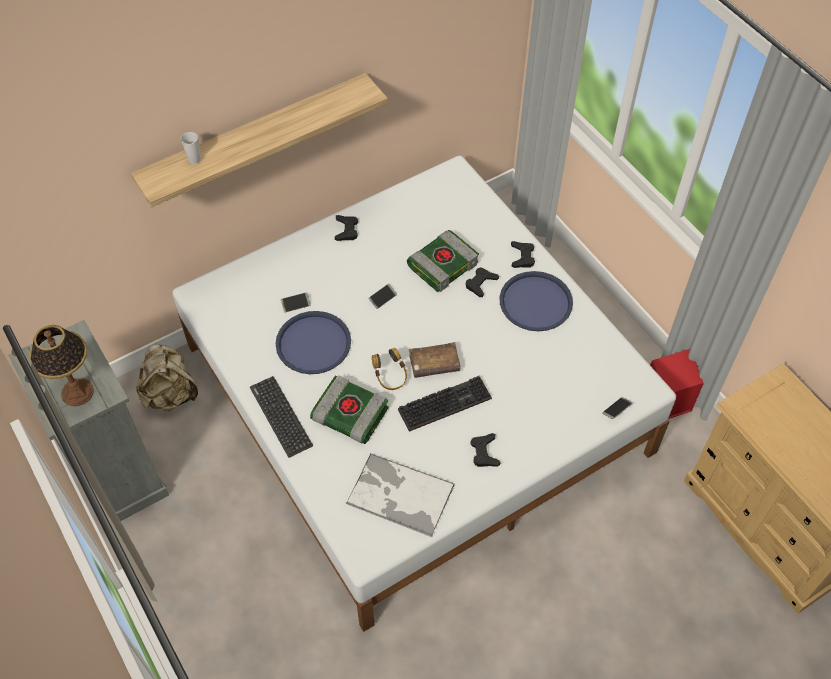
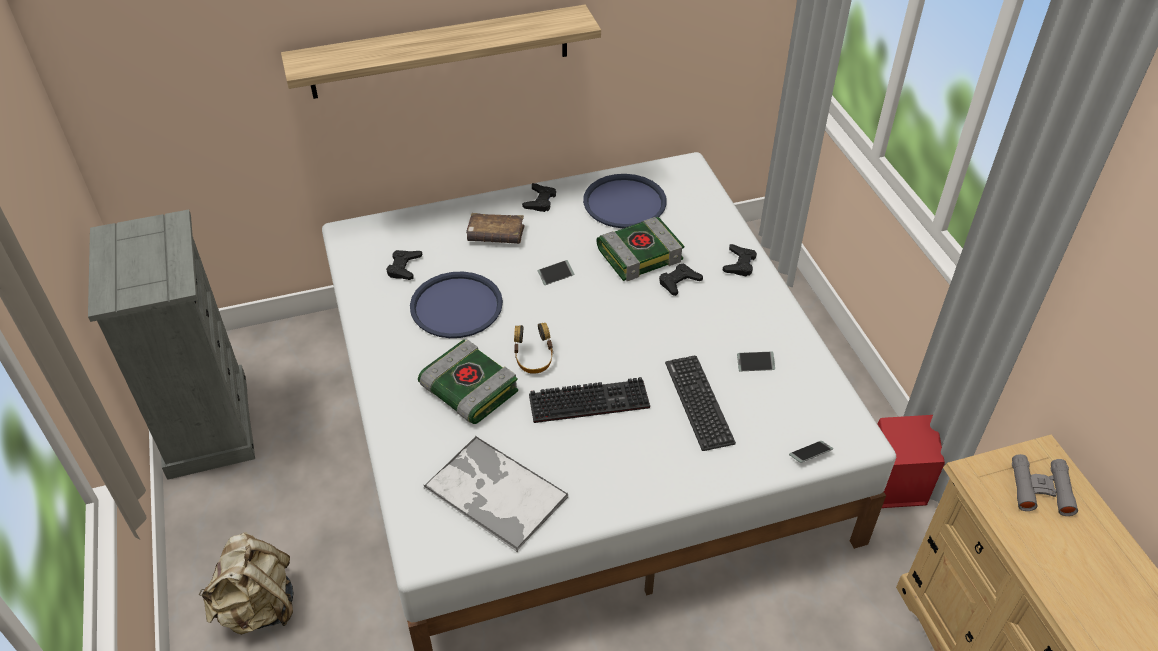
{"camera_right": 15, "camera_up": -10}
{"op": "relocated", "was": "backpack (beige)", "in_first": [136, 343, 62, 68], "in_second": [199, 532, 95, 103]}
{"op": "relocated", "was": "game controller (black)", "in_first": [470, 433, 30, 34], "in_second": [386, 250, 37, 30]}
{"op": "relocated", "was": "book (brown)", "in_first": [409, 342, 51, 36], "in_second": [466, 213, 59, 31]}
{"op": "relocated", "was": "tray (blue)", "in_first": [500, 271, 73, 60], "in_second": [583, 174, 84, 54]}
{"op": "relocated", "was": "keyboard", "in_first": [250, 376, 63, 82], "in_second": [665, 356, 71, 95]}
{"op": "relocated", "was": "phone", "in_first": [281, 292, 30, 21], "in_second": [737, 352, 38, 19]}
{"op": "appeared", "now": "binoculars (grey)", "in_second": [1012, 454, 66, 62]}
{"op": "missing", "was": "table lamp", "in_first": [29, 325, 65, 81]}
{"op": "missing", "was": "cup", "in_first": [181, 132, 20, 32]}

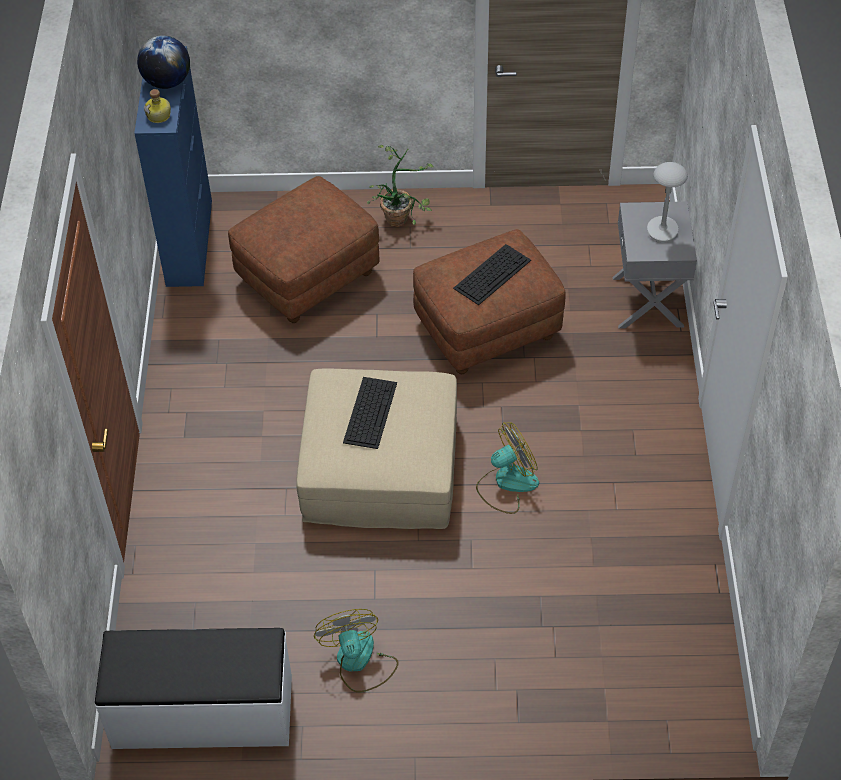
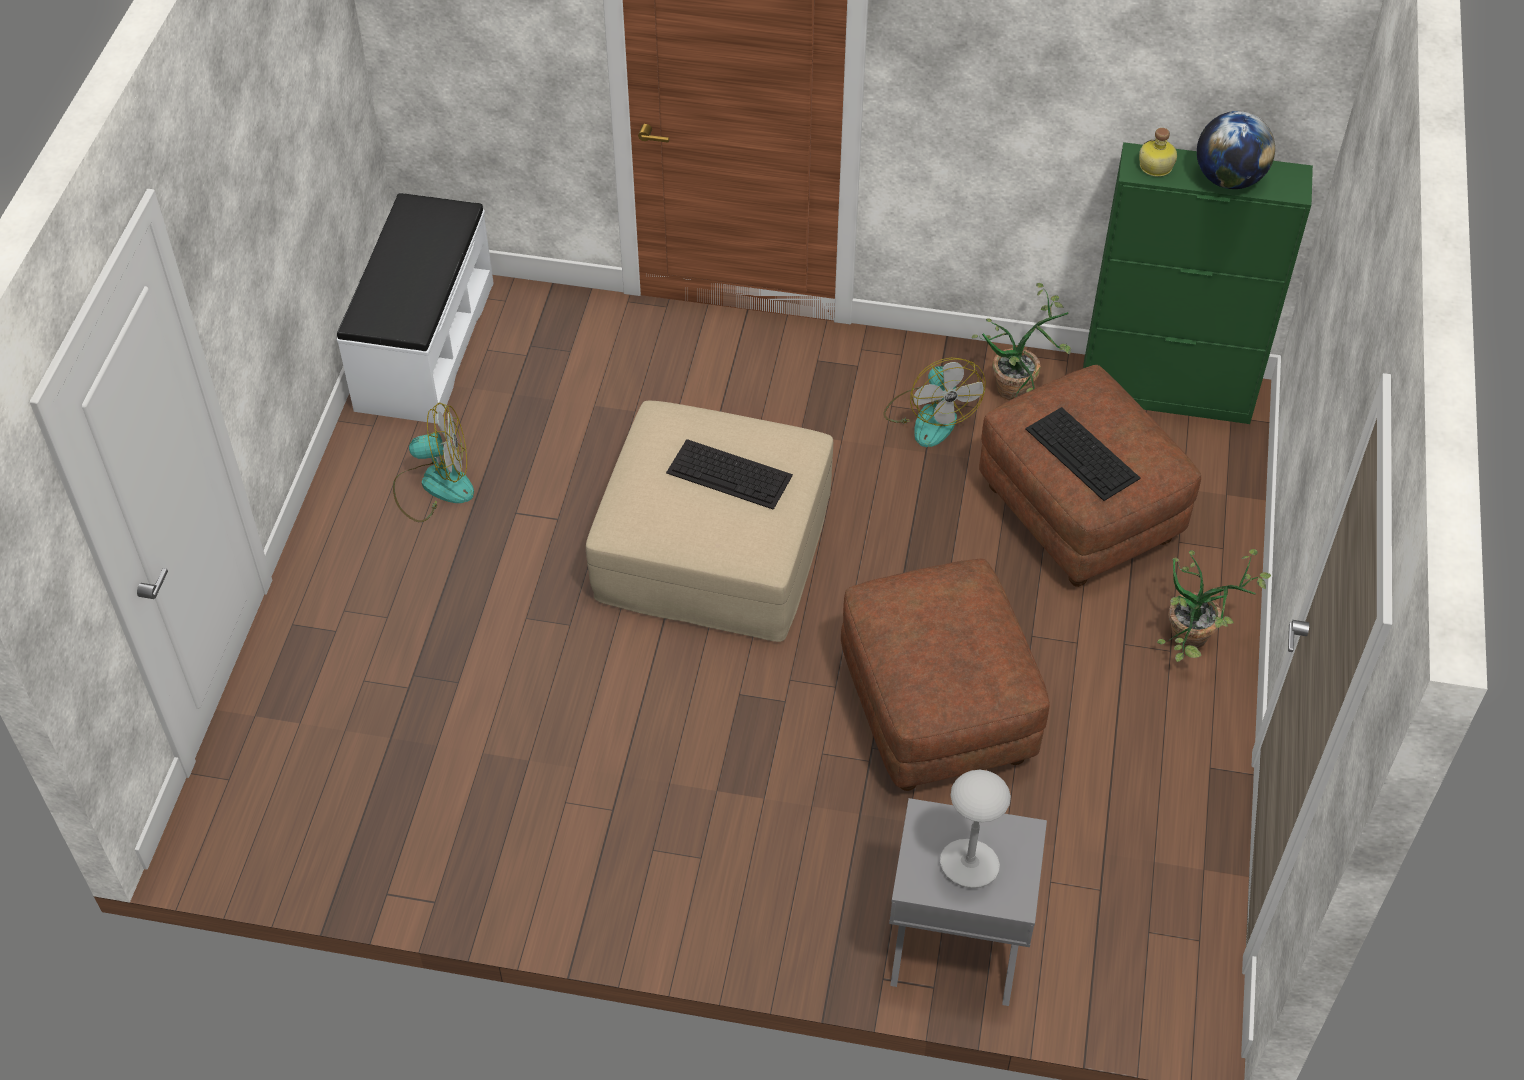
{"camera_right": 100, "camera_up": 0}
{"op": "relocated", "was": "fan", "in_first": [476, 422, 63, 92], "in_second": [883, 358, 103, 89]}
{"op": "appeared", "now": "potted plant", "in_second": [972, 283, 99, 118]}
{"op": "relocated", "was": "keyboard", "in_first": [453, 244, 78, 61], "in_second": [1025, 407, 116, 94]}
{"op": "colour", "was": "cabinet (blue)", "now": "cabinet (green)", "in_first": [134, 46, 78, 241], "in_second": [1083, 142, 230, 282]}

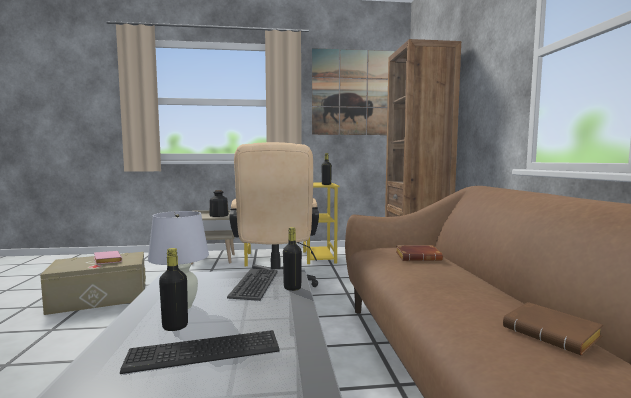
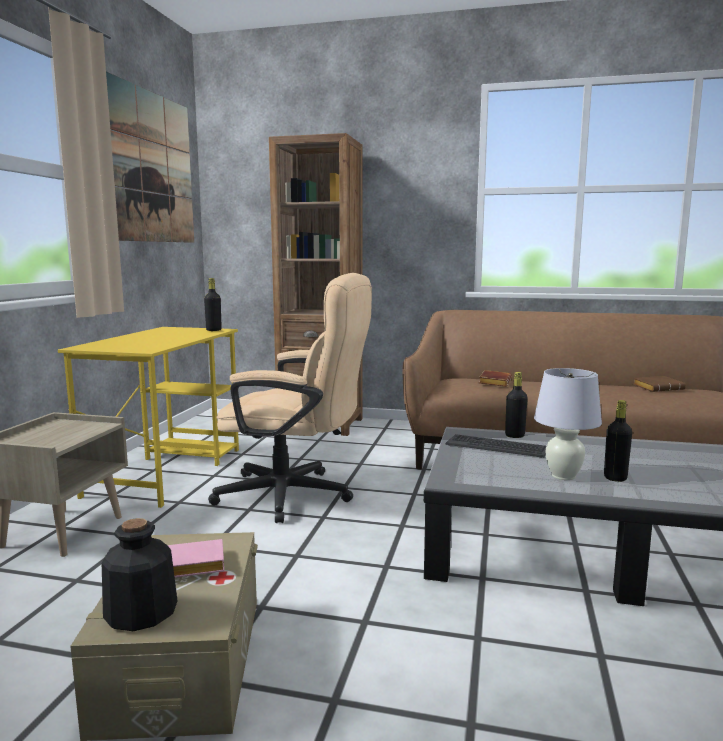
{"camera_right": -70, "camera_up": 5}
{"op": "relocated", "was": "bottle", "in_first": [209, 190, 20, 27], "in_second": [102, 518, 76, 113]}
{"op": "missing", "was": "keyboard", "in_first": [120, 330, 159, 44]}

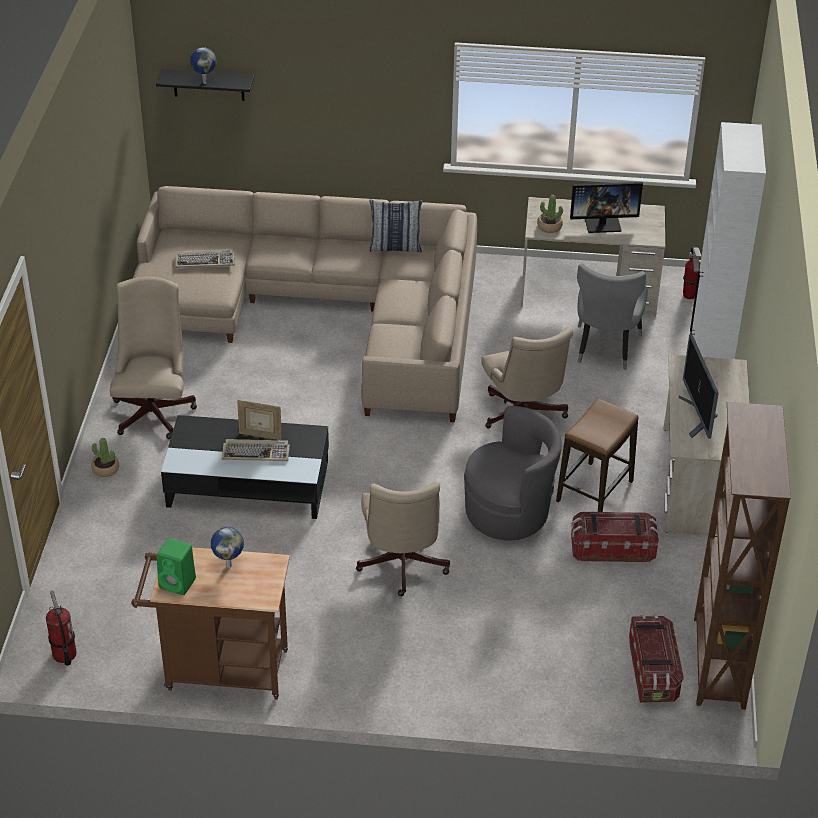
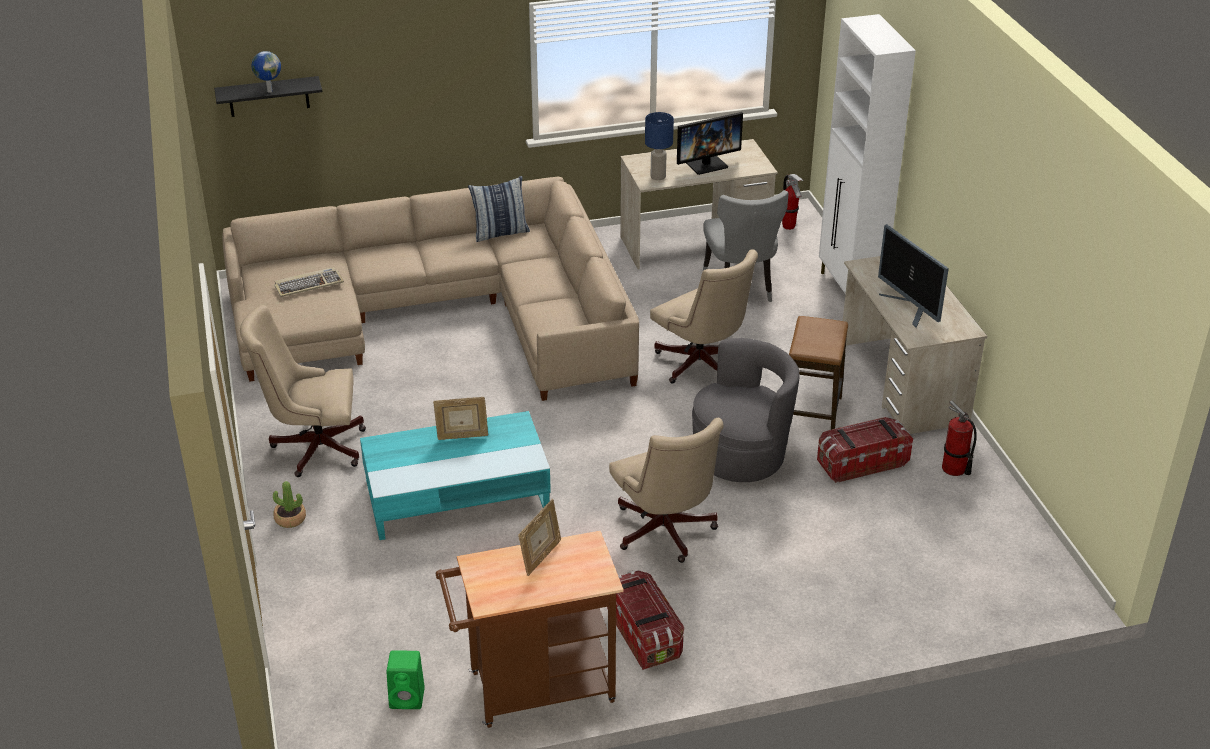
{"camera_right": -20, "camera_up": -5}
{"op": "spun", "was": "office chair (beige)", "in_first": [110, 277, 87, 162], "in_second": [240, 305, 126, 172], "clockwise": -75}
{"op": "colour", "was": "coffee table (black)", "now": "coffee table (turquoise)", "in_first": [161, 415, 168, 104], "in_second": [360, 411, 191, 129]}
{"op": "relocated", "was": "speaker (green)", "in_first": [157, 538, 39, 57], "in_second": [387, 650, 38, 59]}
{"op": "exchanged", "was": "globe", "now": "picture frame", "in_first": [211, 527, 33, 41], "in_second": [518, 499, 43, 77]}
{"op": "relocated", "was": "storage box", "in_first": [629, 615, 55, 88], "in_second": [607, 570, 77, 100]}
{"op": "exchanged", "was": "potted plant", "now": "table lamp (blue)", "in_first": [537, 195, 26, 38], "in_second": [645, 112, 29, 68]}
{"op": "relocated", "was": "fire extinguisher", "in_first": [46, 591, 31, 75], "in_second": [942, 400, 35, 76]}
{"op": "missing", "was": "keyboard", "in_first": [222, 439, 68, 22]}
{"op": "missing", "was": "bookcase (brown)", "in_first": [694, 402, 97, 308]}

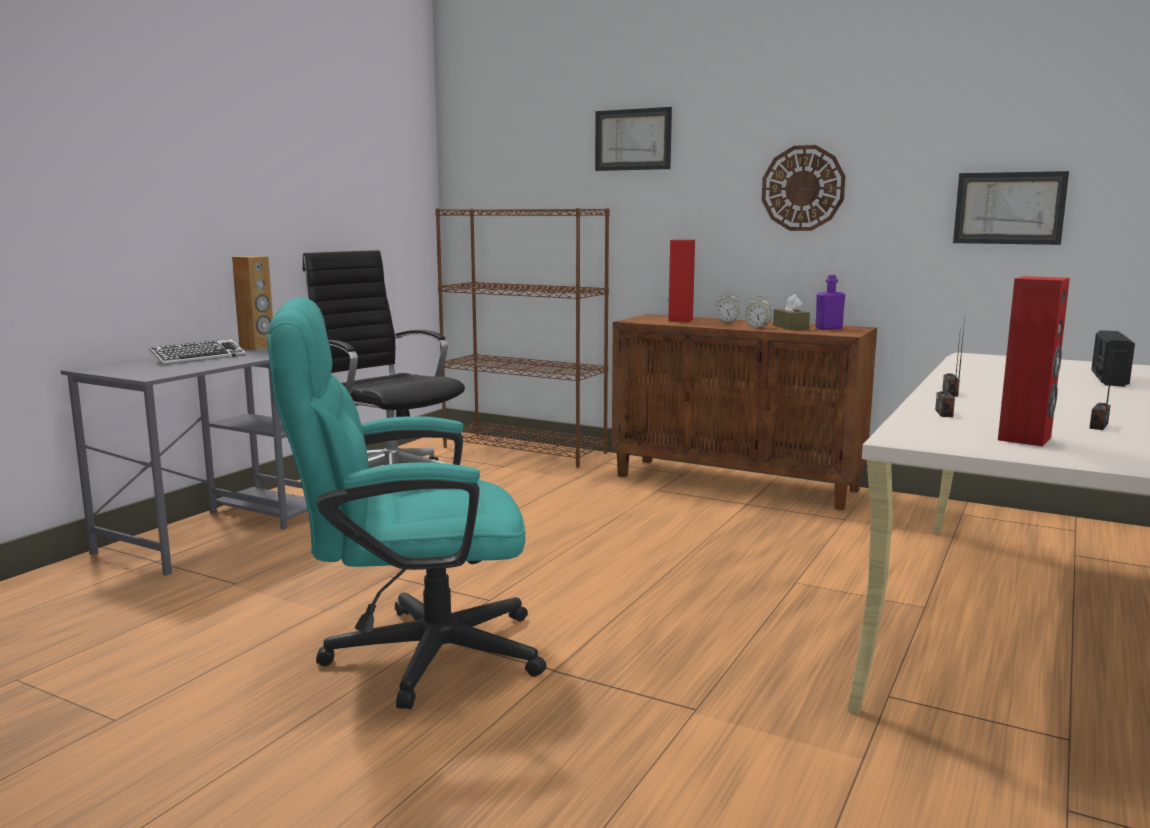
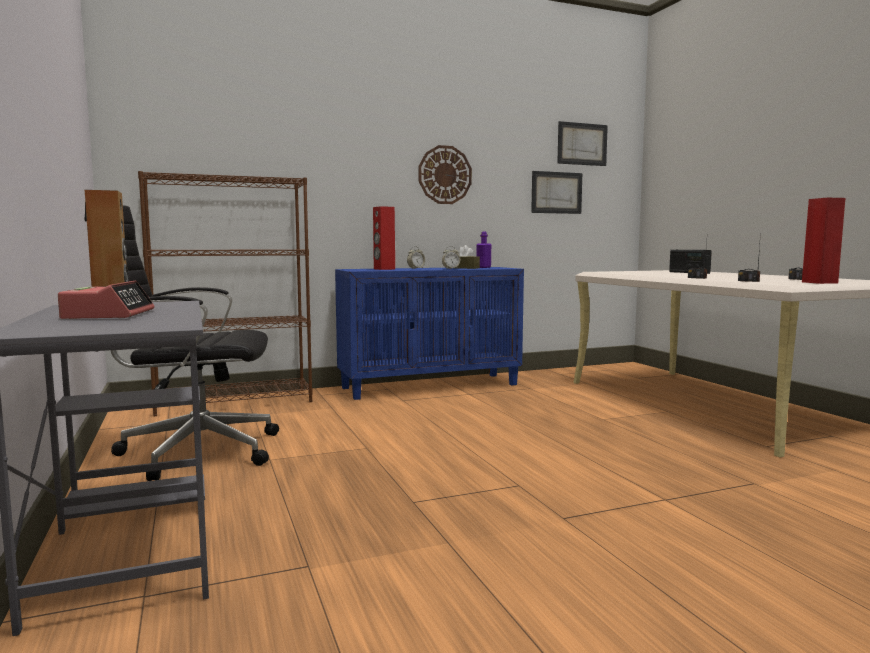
{"camera_right": -50, "camera_up": -5}
{"op": "exchanged", "was": "keyboard", "now": "alarm clock", "in_first": [149, 339, 97, 26], "in_second": [58, 281, 96, 38]}
{"op": "colour", "was": "cabinet (brown)", "now": "cabinet (blue)", "in_first": [612, 314, 265, 196], "in_second": [335, 267, 189, 133]}
{"op": "relocated", "was": "picture", "in_first": [595, 107, 77, 64], "in_second": [557, 121, 51, 45]}
{"op": "missing", "was": "office chair (turquoise)", "in_first": [268, 297, 278, 412]}

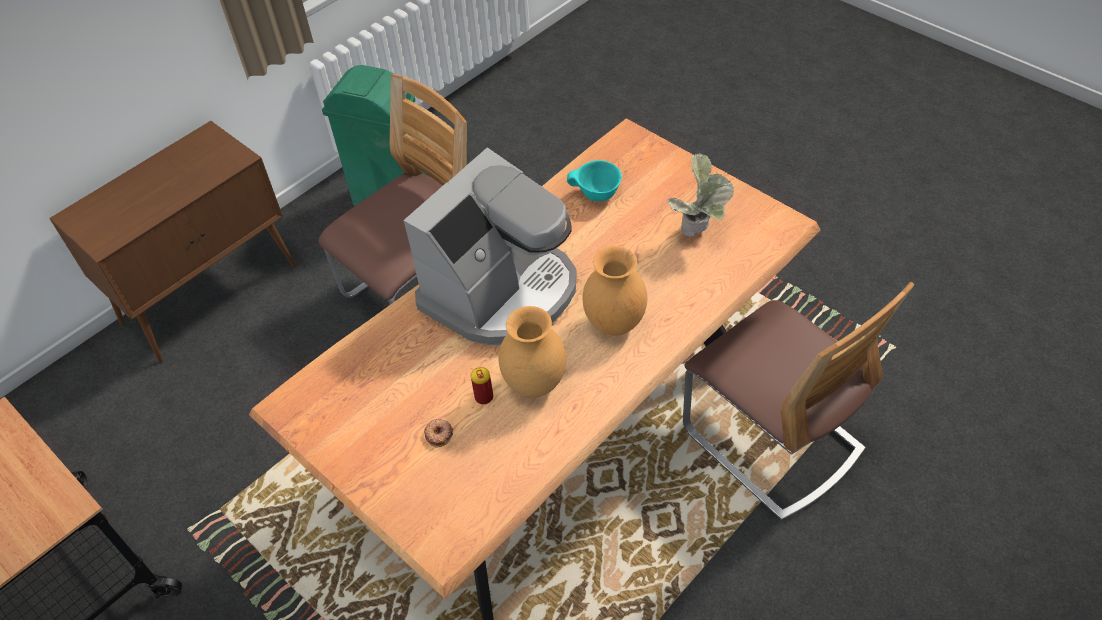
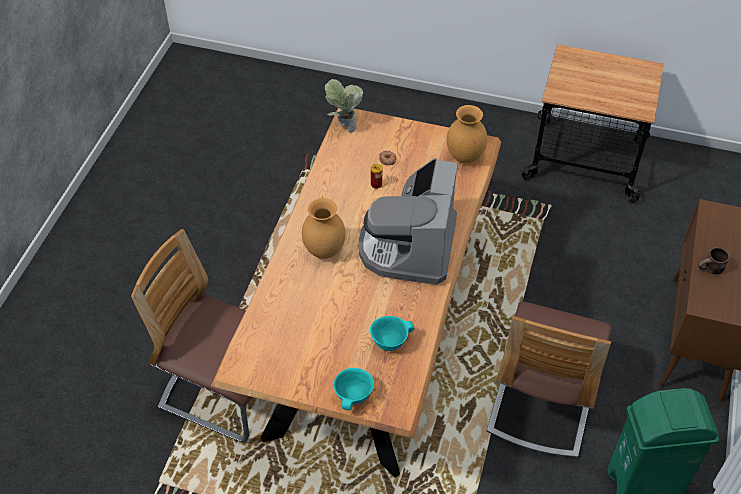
{"camera_right": 150, "camera_up": 0}
{"op": "relocated", "was": "potted plant", "in_first": [666, 153, 68, 84], "in_second": [325, 79, 38, 54]}
{"op": "appeared", "now": "bowl (turquoise)", "in_second": [334, 368, 40, 42]}
{"op": "relocated", "was": "vase (brown)", "in_first": [499, 306, 67, 91], "in_second": [447, 105, 40, 59]}
{"op": "appeared", "now": "mug (brown)", "in_second": [698, 247, 31, 27]}

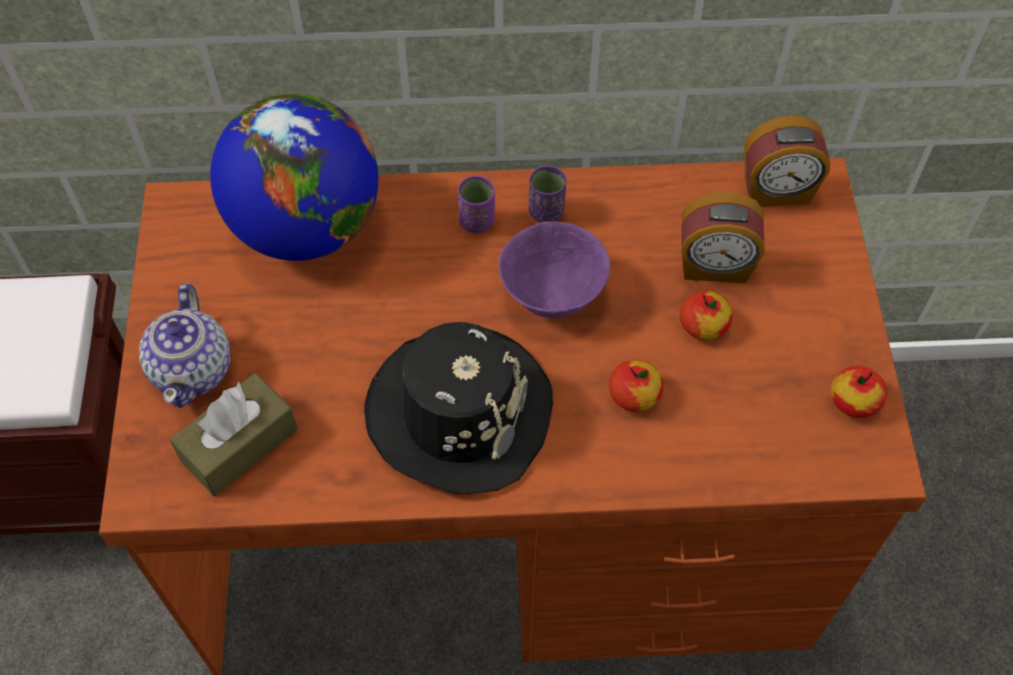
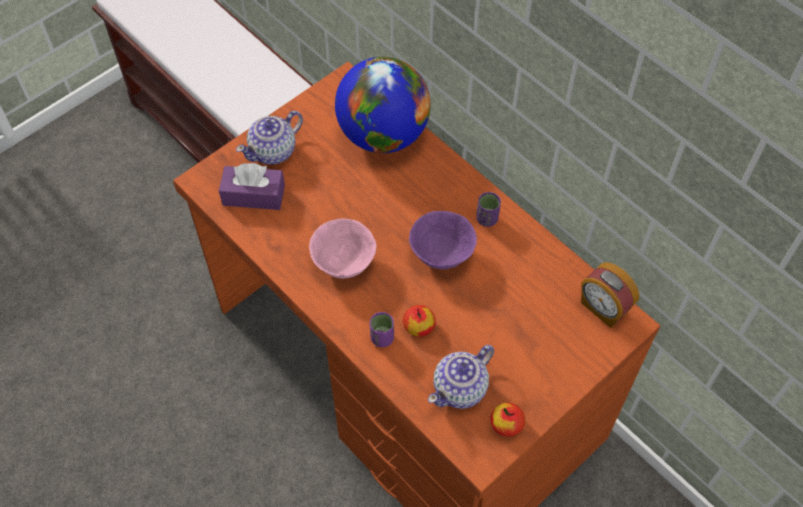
{"camera_right": 50, "camera_up": 0}
{"op": "colour", "was": "tissue box (brown)", "now": "tissue box (purple)", "in_first": [170, 373, 128, 123], "in_second": [219, 163, 66, 47]}
{"op": "exchanged", "was": "hat (black)", "now": "bowl (pink)", "in_first": [364, 322, 189, 173], "in_second": [309, 219, 68, 60]}
{"op": "relocated", "was": "cup (purple)", "in_first": [458, 175, 37, 58], "in_second": [370, 312, 24, 35]}
{"op": "appeared", "now": "teapot", "in_second": [428, 345, 66, 64]}
{"op": "missing", "was": "apple", "in_first": [680, 291, 53, 49]}
{"op": "missing", "was": "alarm clock", "in_first": [681, 191, 84, 92]}

